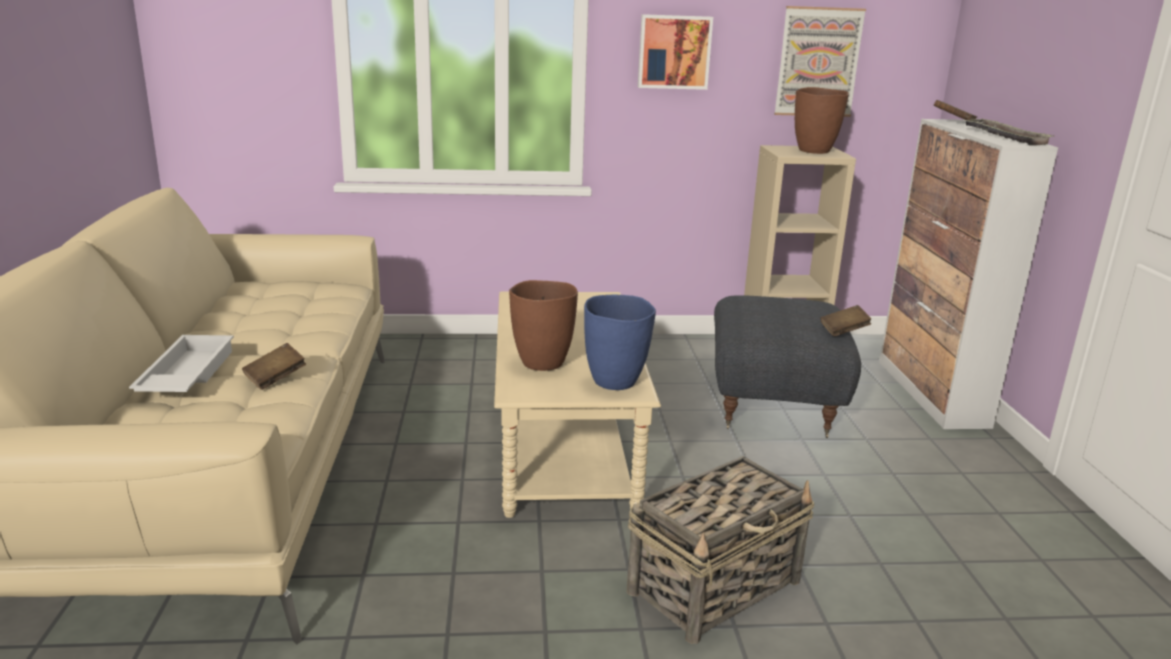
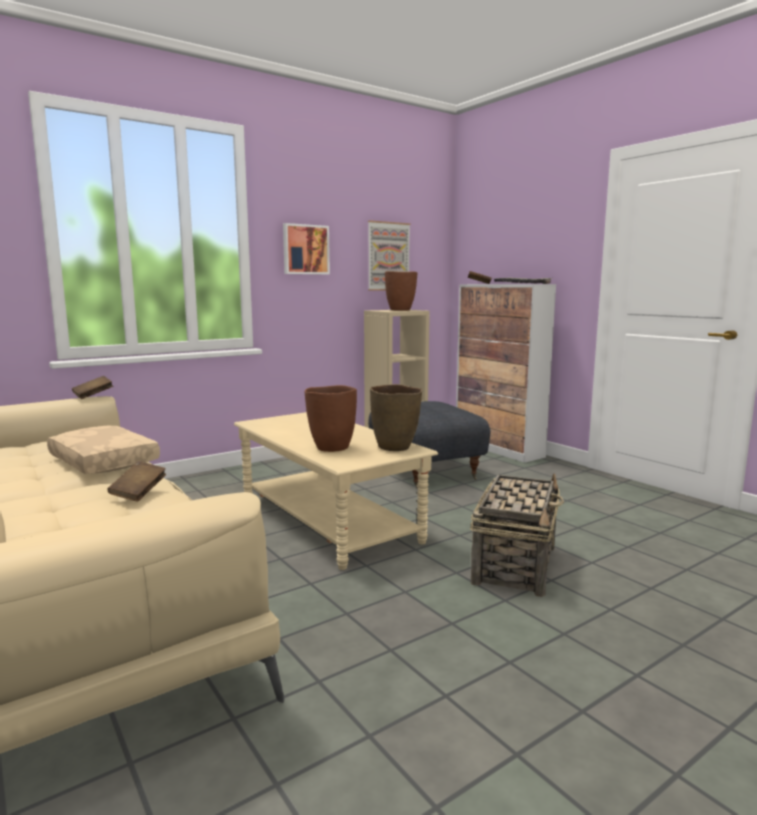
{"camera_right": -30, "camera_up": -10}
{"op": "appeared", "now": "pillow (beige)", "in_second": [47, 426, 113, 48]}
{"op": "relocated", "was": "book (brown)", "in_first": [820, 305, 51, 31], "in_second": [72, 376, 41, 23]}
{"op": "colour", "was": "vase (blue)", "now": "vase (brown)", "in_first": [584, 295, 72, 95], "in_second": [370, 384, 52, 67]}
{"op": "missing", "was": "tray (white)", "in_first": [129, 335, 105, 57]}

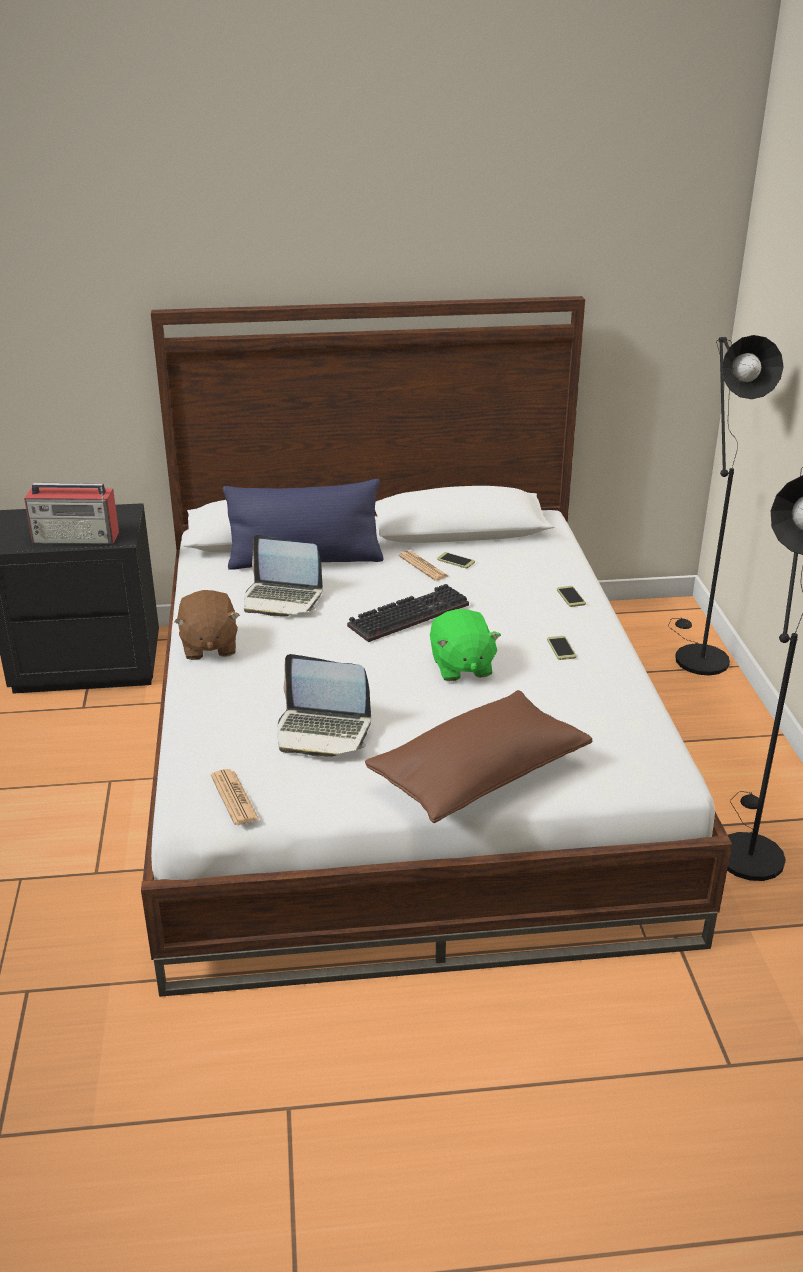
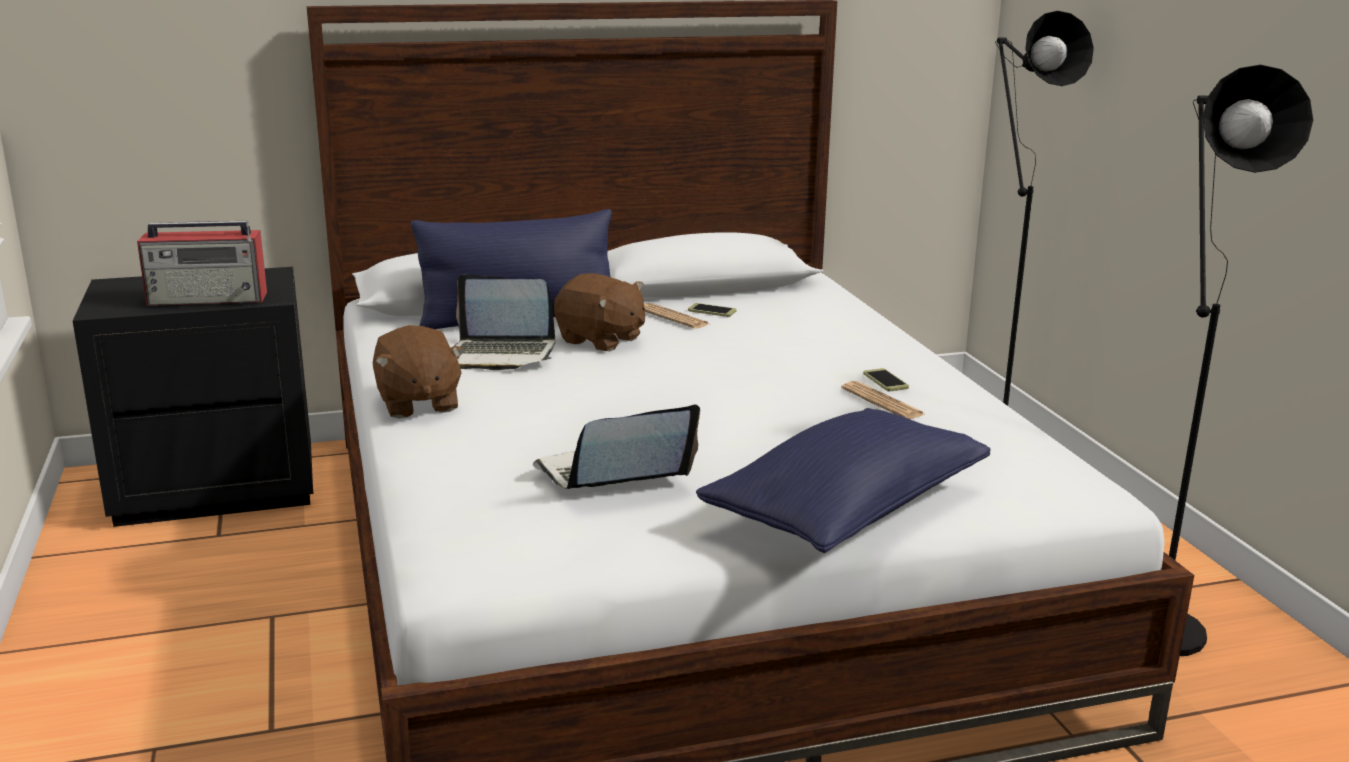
{"camera_right": -10, "camera_up": -10}
{"op": "spun", "was": "laptop", "in_first": [278, 654, 93, 103], "in_second": [533, 404, 167, 85], "clockwise": 150}
{"op": "appeared", "now": "plush toy (brown)", "in_second": [554, 273, 91, 79]}
{"op": "colour", "was": "pillow (brown)", "now": "pillow (blue)", "in_first": [365, 690, 227, 133], "in_second": [696, 408, 295, 145]}
{"op": "relocated", "was": "newspaper", "in_first": [211, 769, 48, 56], "in_second": [841, 381, 84, 38]}
{"op": "missing", "was": "keyboard", "in_first": [347, 584, 122, 58]}
{"op": "missing", "was": "plush toy (green)", "in_first": [430, 609, 71, 72]}
{"op": "missing", "was": "phone", "in_first": [557, 586, 29, 21]}

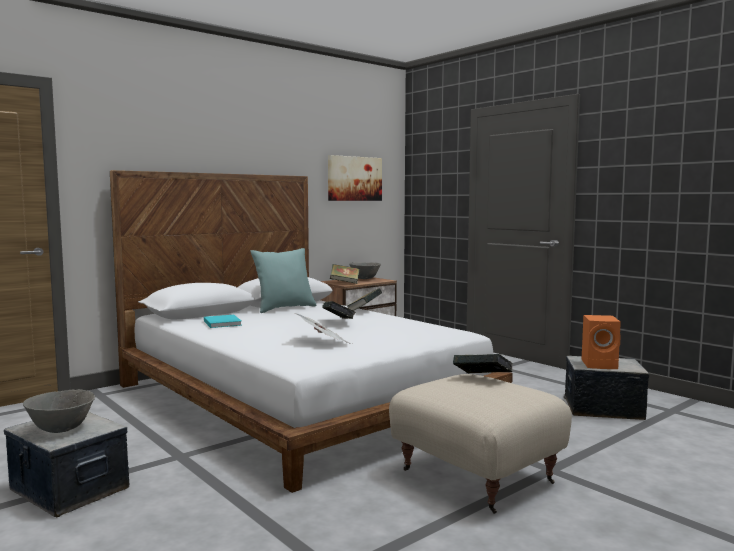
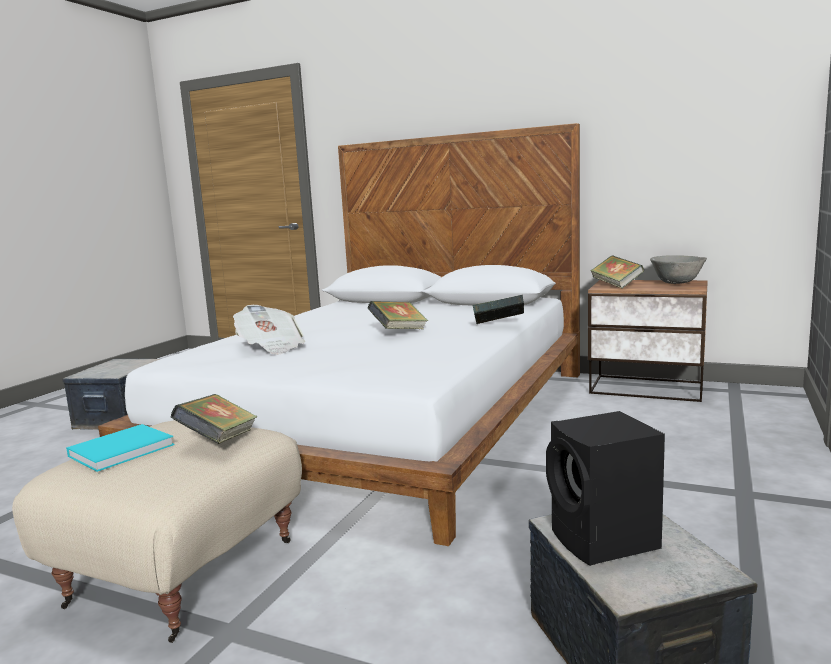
{"camera_right": 65, "camera_up": 5}
{"op": "relocated", "was": "book (turquoise)", "in_first": [204, 315, 37, 13], "in_second": [66, 424, 109, 48]}
{"op": "colour", "was": "speaker (orange)", "now": "speaker (black)", "in_first": [582, 315, 39, 54], "in_second": [546, 411, 119, 155]}
{"op": "missing", "was": "bowl (grey)", "in_first": [23, 389, 72, 44]}
{"op": "missing", "was": "pillow (turquoise)", "in_first": [250, 248, 66, 65]}
{"op": "missing", "was": "picture", "in_first": [328, 155, 54, 46]}

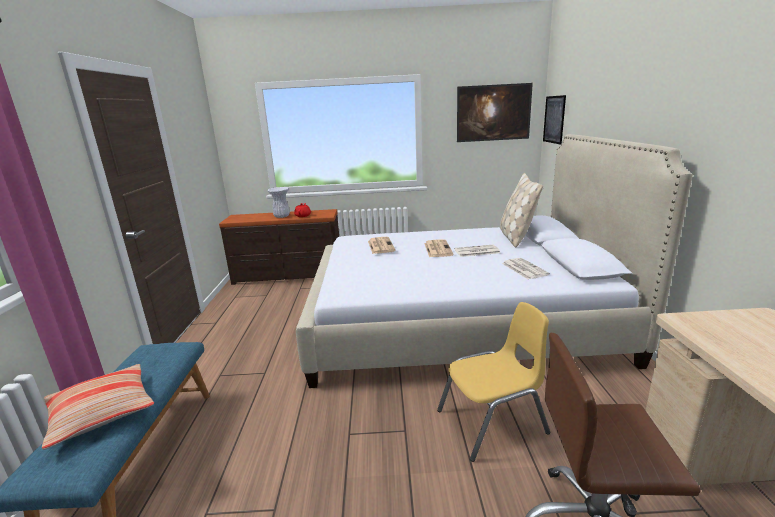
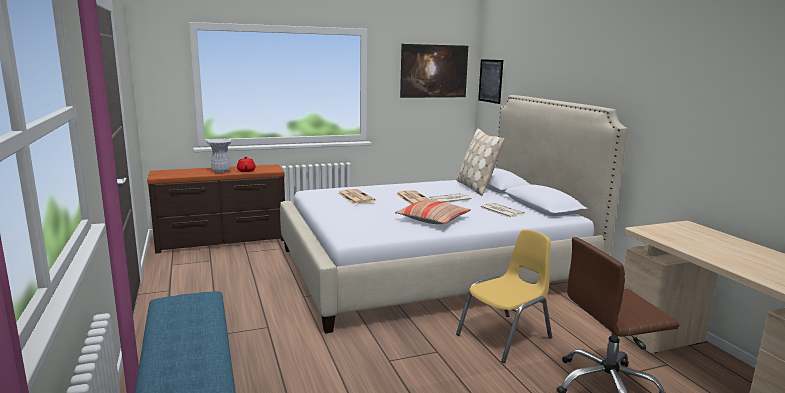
{"camera_right": -20, "camera_up": -5}
{"op": "relocated", "was": "pillow", "in_first": [42, 364, 112, 86], "in_second": [395, 200, 76, 24]}

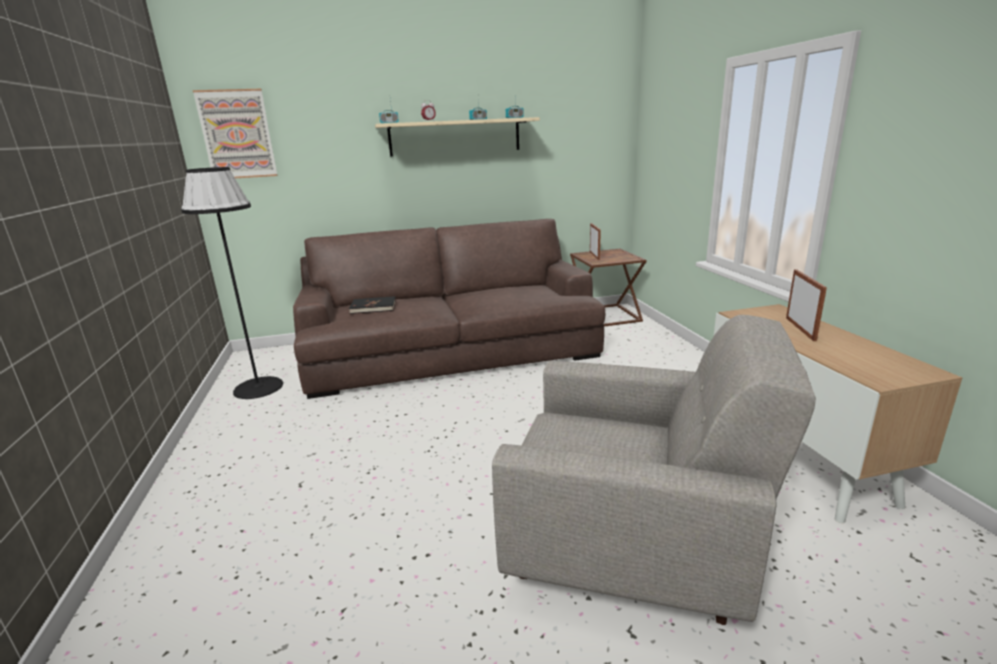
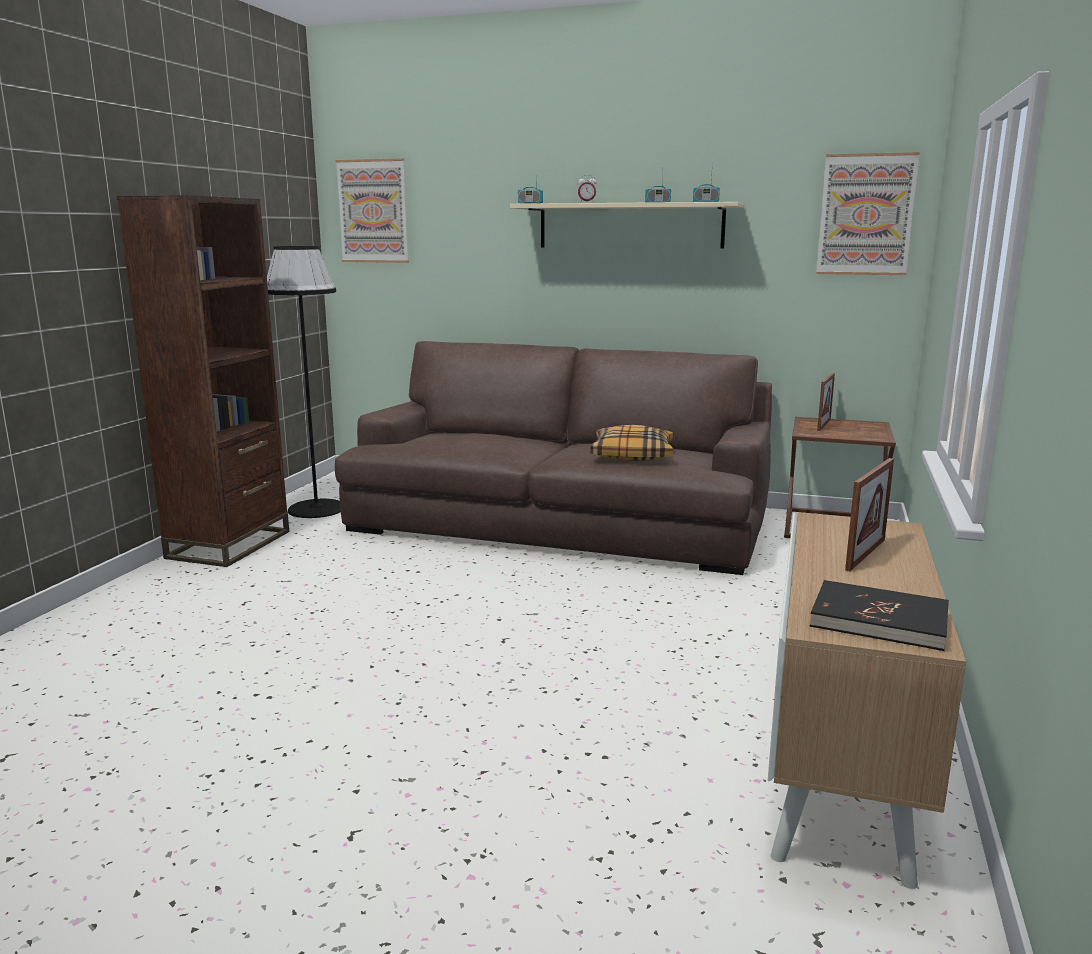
{"camera_right": 30, "camera_up": -5}
{"op": "appeared", "now": "bookcase (brown)", "in_second": [117, 195, 172, 372]}
{"op": "appeared", "now": "pillow", "in_second": [590, 425, 83, 36]}
{"op": "relocated", "was": "book (black)", "in_first": [349, 296, 47, 18], "in_second": [810, 580, 139, 71]}
{"op": "appeared", "now": "picture", "in_second": [816, 152, 104, 123]}
{"op": "missing", "was": "armchair (grey)", "in_first": [492, 315, 324, 310]}

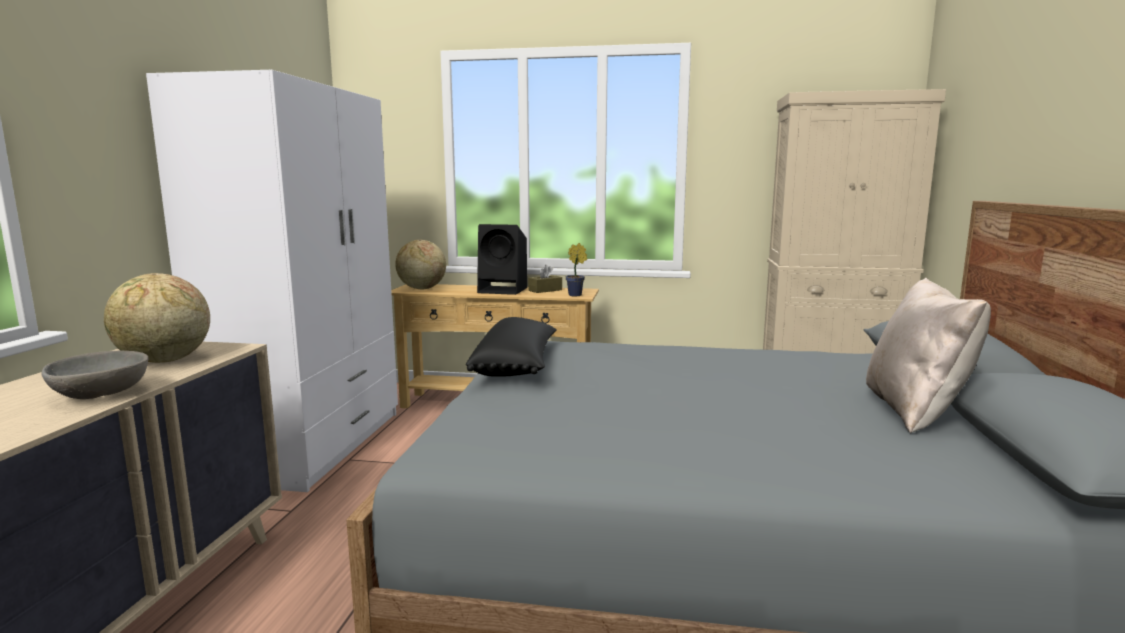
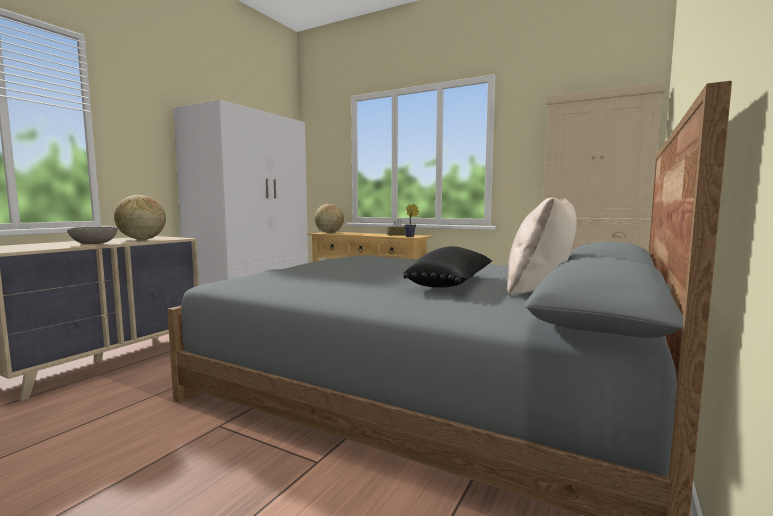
{"camera_right": 20, "camera_up": -5}
{"op": "relocated", "was": "pillow (black)", "in_first": [466, 317, 91, 60], "in_second": [403, 246, 89, 42]}
{"op": "missing", "was": "speaker (black)", "in_first": [477, 224, 50, 71]}

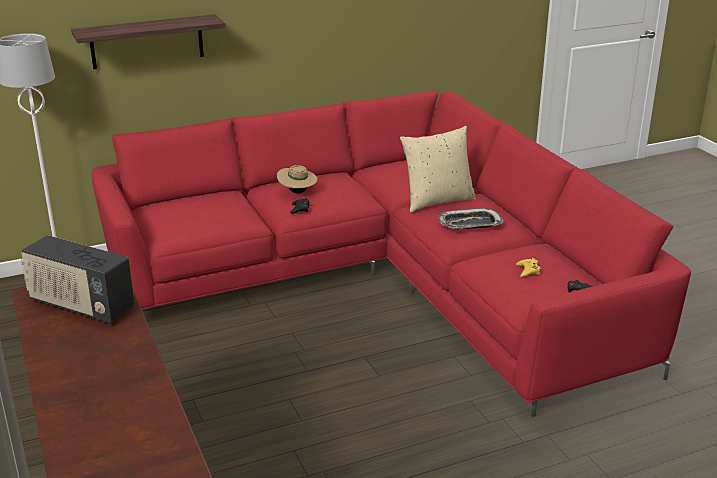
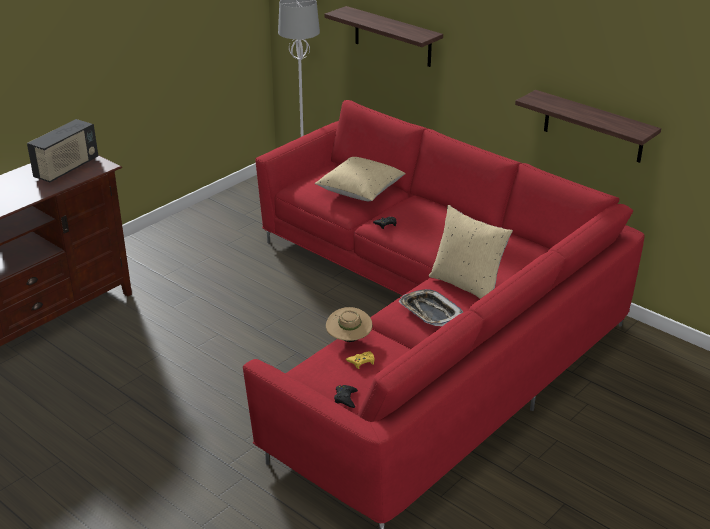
{"camera_right": 65, "camera_up": 5}
{"op": "spun", "was": "radio", "in_first": [21, 235, 114, 88], "in_second": [27, 119, 71, 63], "clockwise": -150}
{"op": "appeared", "now": "pillow (beige)", "in_second": [315, 157, 91, 44]}
{"op": "relocated", "was": "hat (beige)", "in_first": [277, 165, 41, 29], "in_second": [326, 307, 46, 35]}
{"op": "appeared", "now": "shelf", "in_second": [515, 90, 146, 73]}

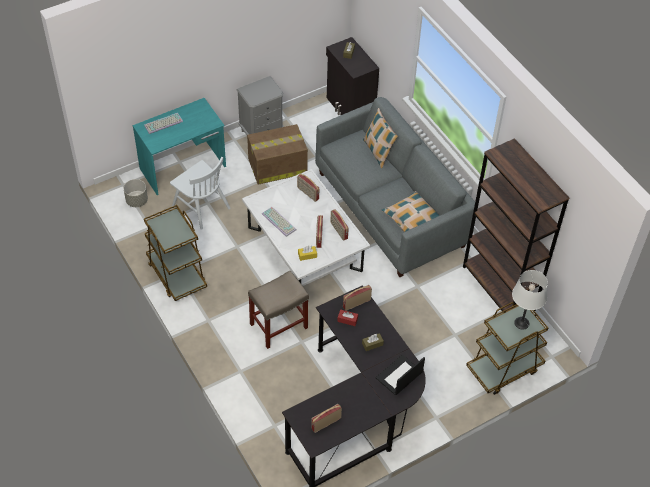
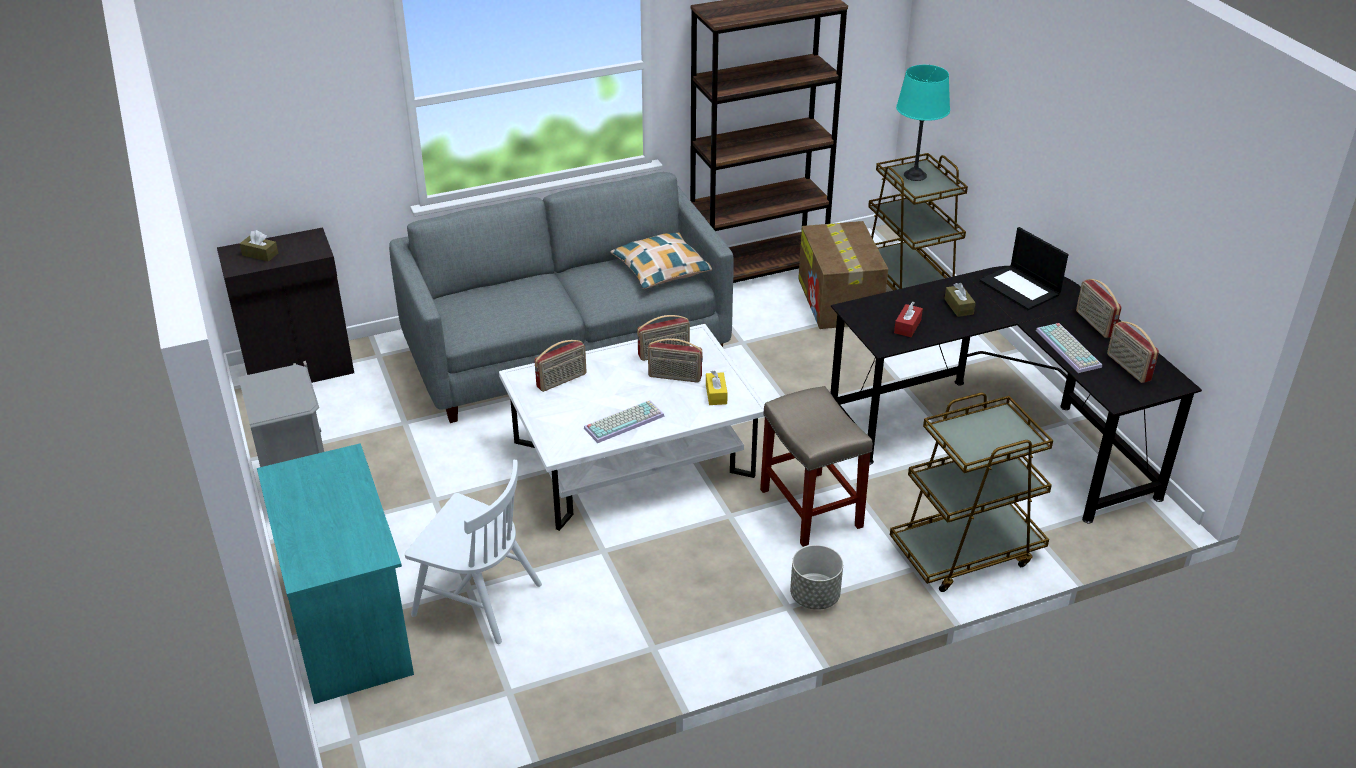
{"camera_right": -80, "camera_up": -15}
{"op": "spun", "was": "chair (white)", "in_first": [170, 157, 61, 73], "in_second": [405, 460, 137, 184], "clockwise": 60}
{"op": "relocated", "was": "planter (grey)", "in_first": [124, 179, 24, 28], "in_second": [790, 545, 53, 65]}
{"op": "relocated", "was": "cardboard box", "in_first": [247, 124, 61, 61], "in_second": [798, 221, 90, 108]}
{"op": "relocated", "was": "cart (brown)", "in_first": [144, 205, 63, 96], "in_second": [890, 392, 163, 200]}
{"op": "colour", "was": "table lamp (white)", "now": "table lamp (turquoise)", "in_first": [512, 270, 36, 60], "in_second": [896, 65, 54, 116]}
{"op": "relocated", "was": "keyboard", "in_first": [144, 113, 39, 21], "in_second": [1036, 323, 66, 50]}
{"op": "relocated", "was": "radio", "in_first": [343, 285, 29, 26], "in_second": [1076, 279, 45, 59]}
{"op": "missing", "was": "pillow", "in_first": [363, 108, 35, 60]}

